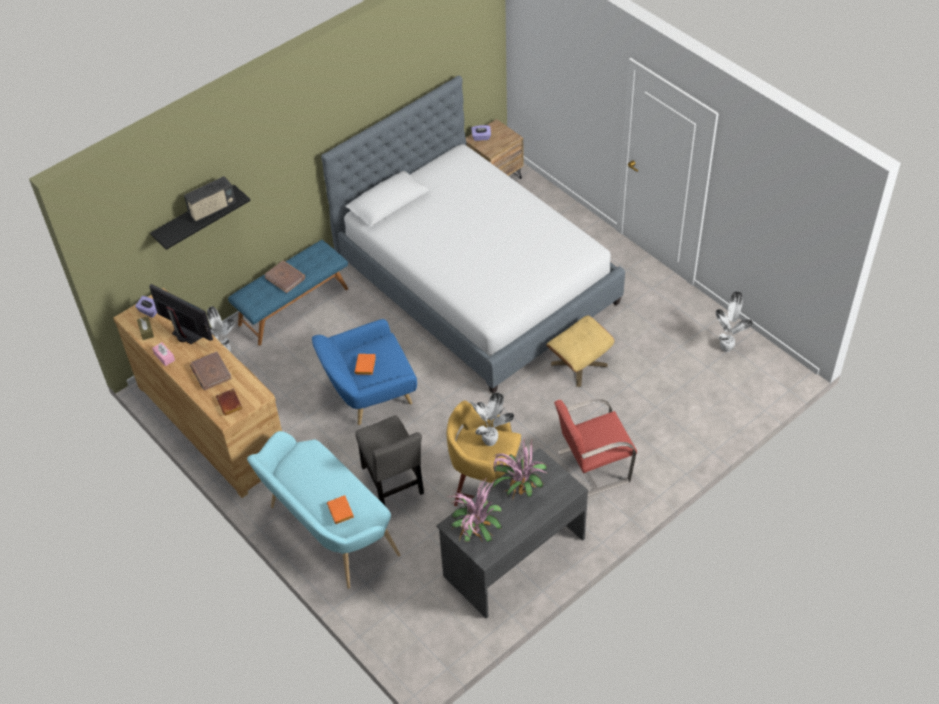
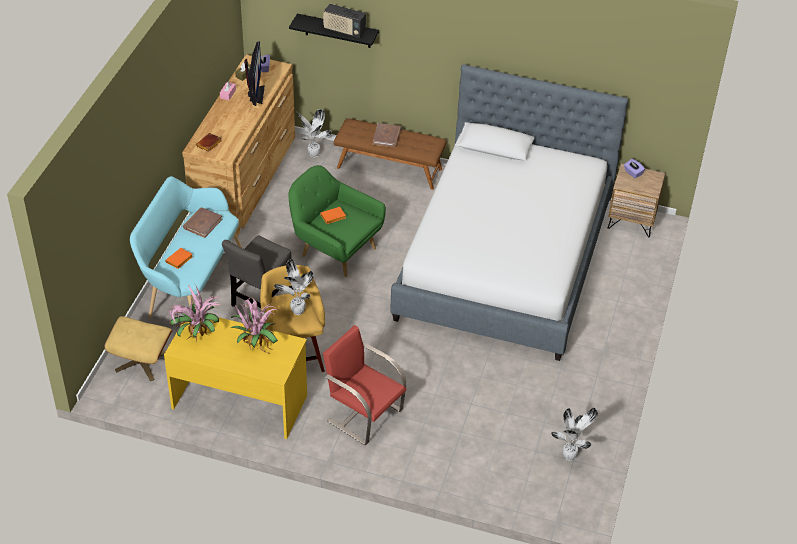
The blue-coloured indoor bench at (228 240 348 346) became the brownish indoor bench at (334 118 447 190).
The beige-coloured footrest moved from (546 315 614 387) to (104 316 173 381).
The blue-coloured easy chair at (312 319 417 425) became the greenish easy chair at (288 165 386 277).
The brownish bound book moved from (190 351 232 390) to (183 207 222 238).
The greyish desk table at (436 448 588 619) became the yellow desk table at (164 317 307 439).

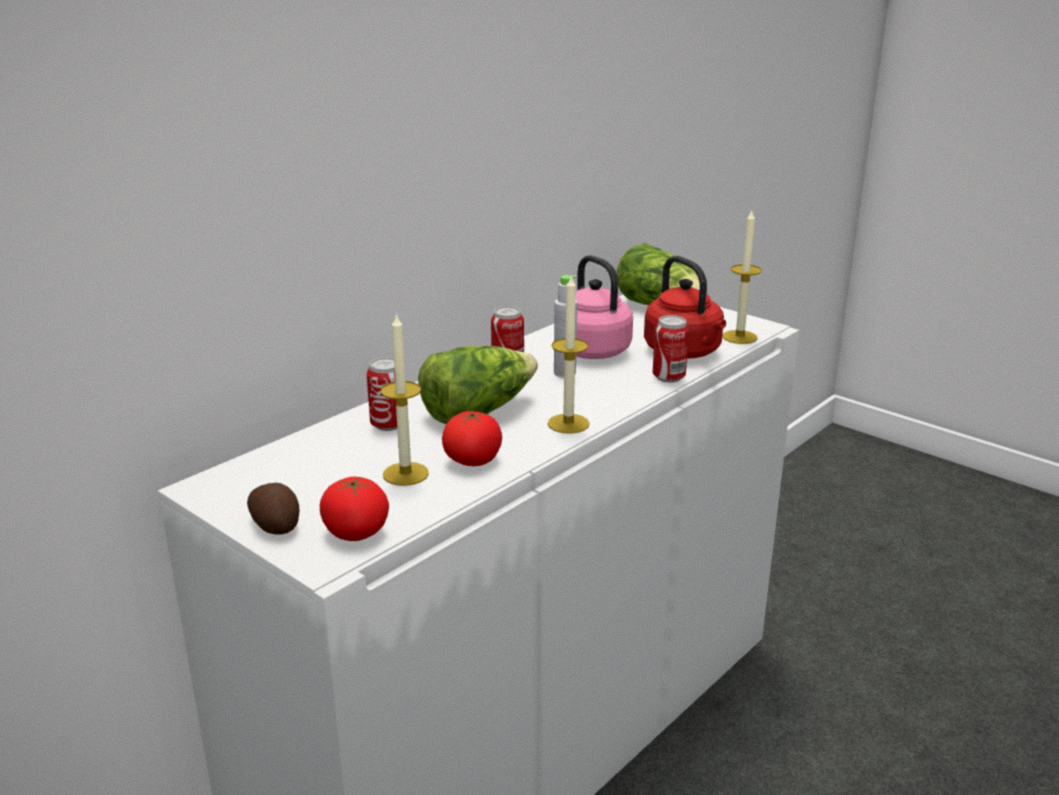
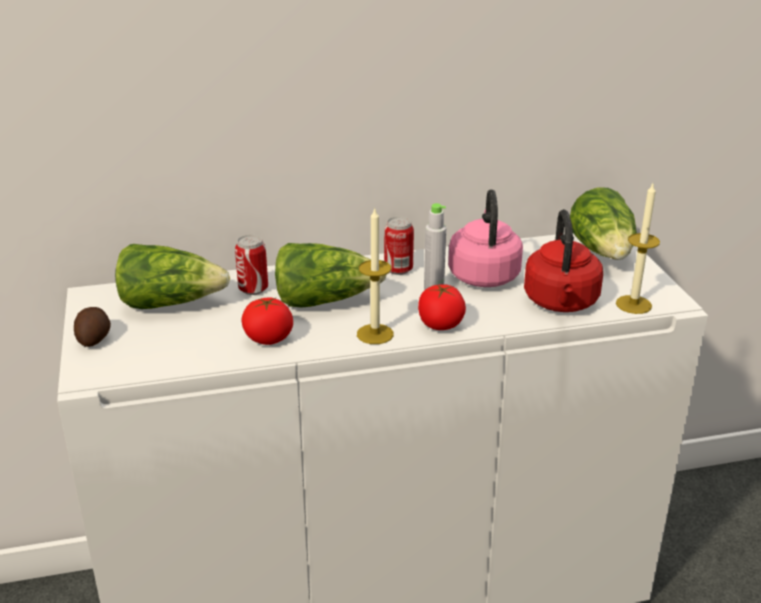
The candle at (381 313 429 486) disappeared.
The can at (653 315 689 383) disappeared.
The tomato moved from (320 477 389 541) to (418 284 466 330).
The lettuce head at (115 244 230 309) appeared.

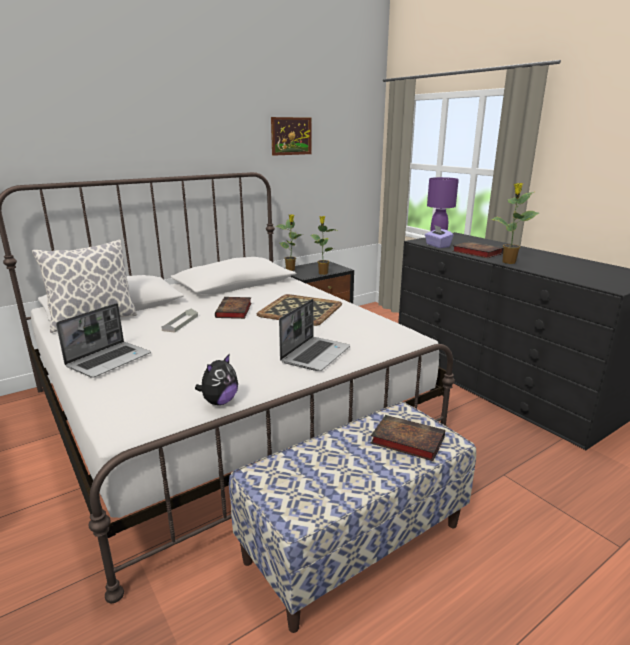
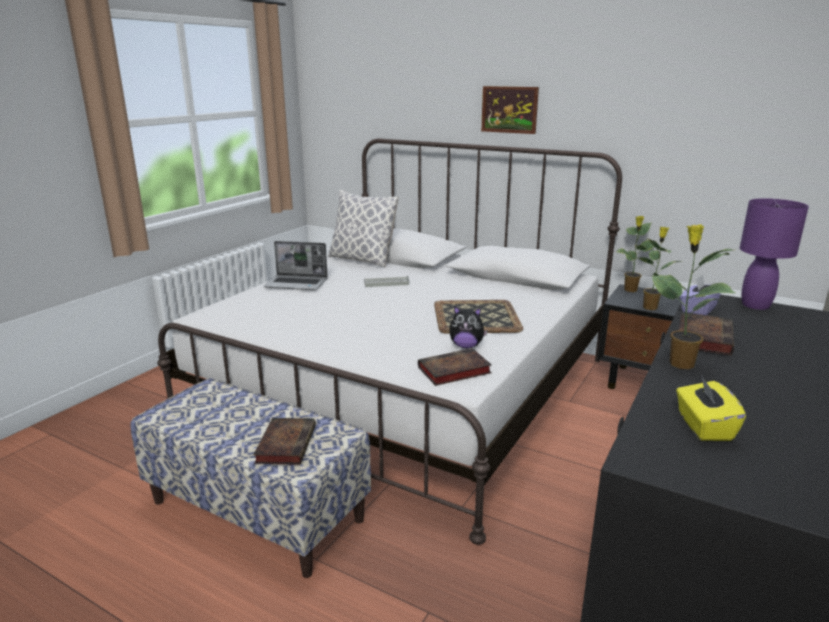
The wall art moved from (271 117 312 156) to (481 86 539 134).
The bound book moved from (215 297 251 319) to (418 348 492 386).
The laptop at (279 299 350 371) disappeared.
The soft toy moved from (195 353 238 405) to (449 306 488 348).
The yellow box of tissues at (676 375 746 441) appeared.

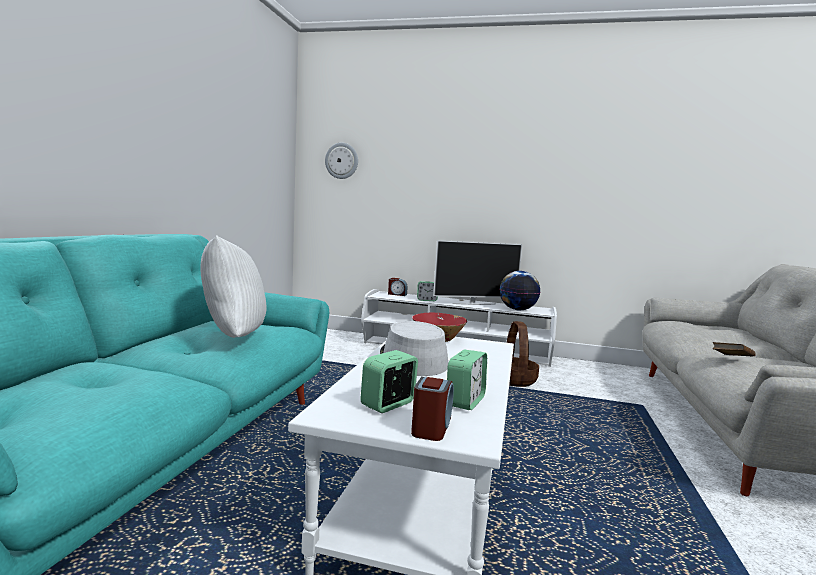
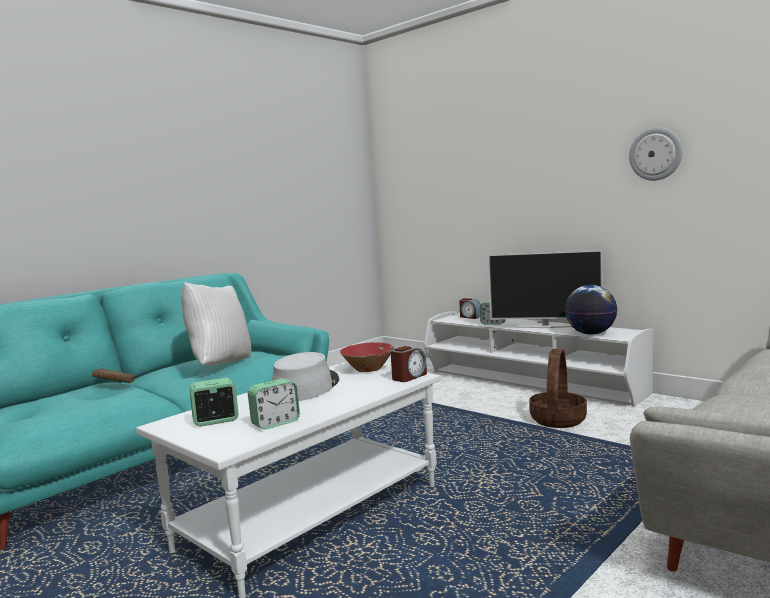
The wall clock moved from (325 143 358 179) to (629 127 682 181).
The brownish bound book moved from (713 342 756 356) to (92 368 136 383).
The alarm clock moved from (411 377 454 441) to (390 346 427 382).

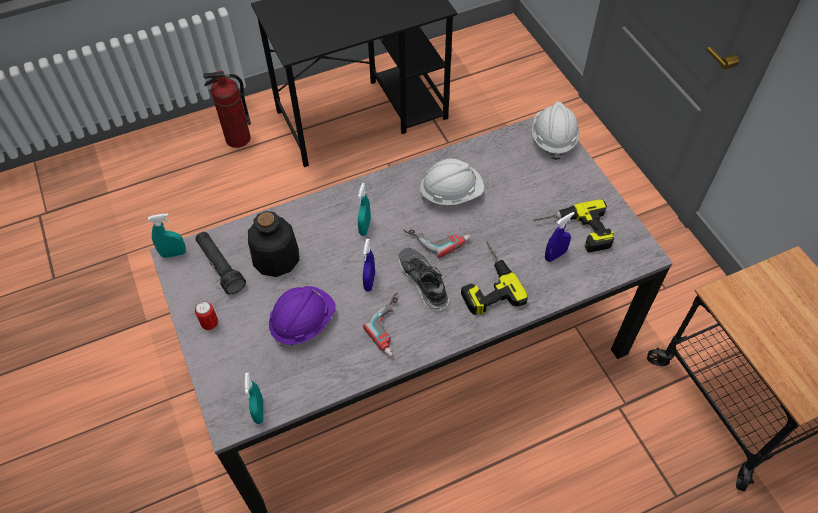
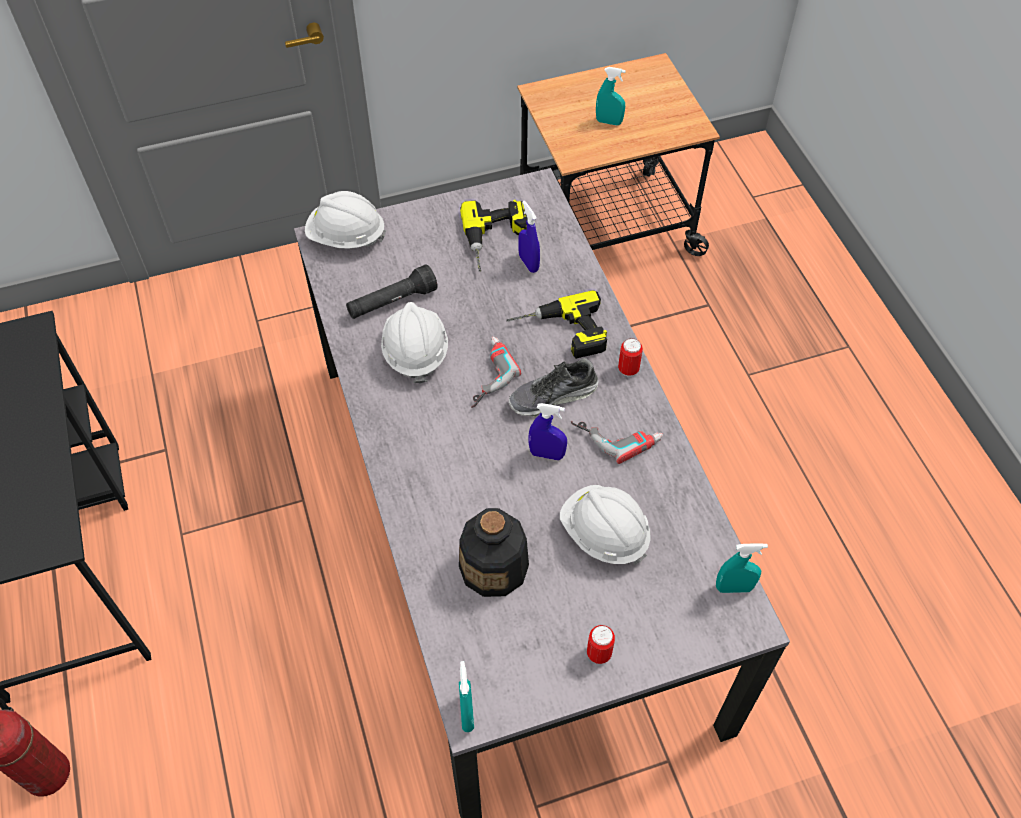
The blue-green hand sprayer moved from (358 183 371 236) to (596 67 626 125).
The black-coloured torch moved from (195 232 246 294) to (346 264 438 319).
The purplish hard hat at (269 286 336 348) became the white-coloured hard hat at (560 485 651 565).
The can at (618 338 643 376) appeared.

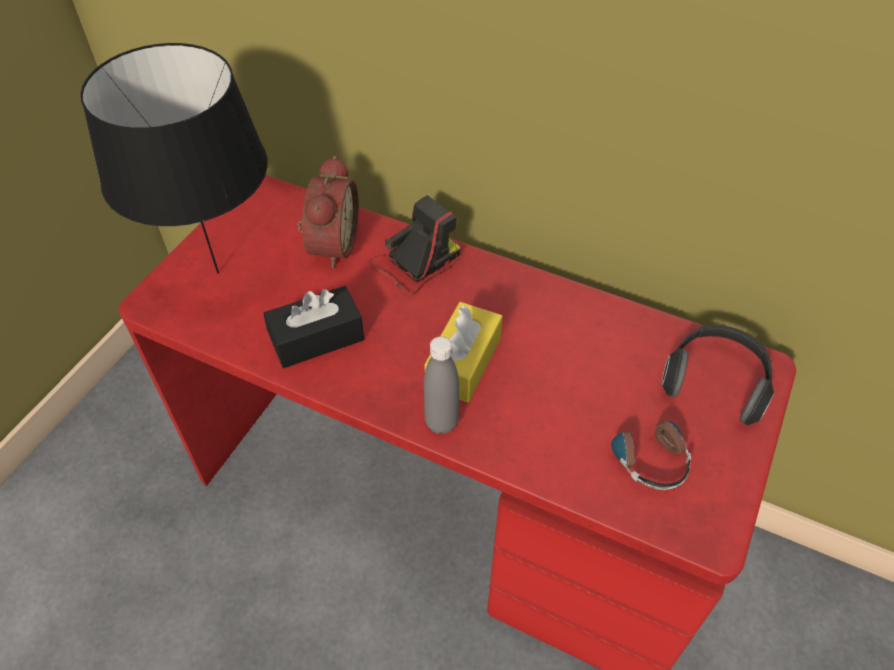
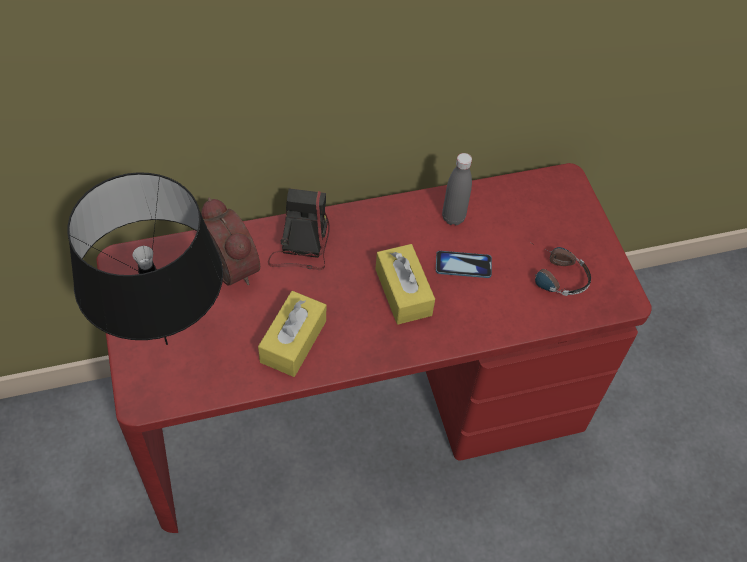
The black-coloured box of tissues at (263 286 364 368) became the yellow box of tissues at (258 291 326 377).
The headphones at (661 325 775 425) disappeared.
The greyish bottle moved from (424 336 459 434) to (442 153 472 225).
The phone at (436 251 492 278) appeared.

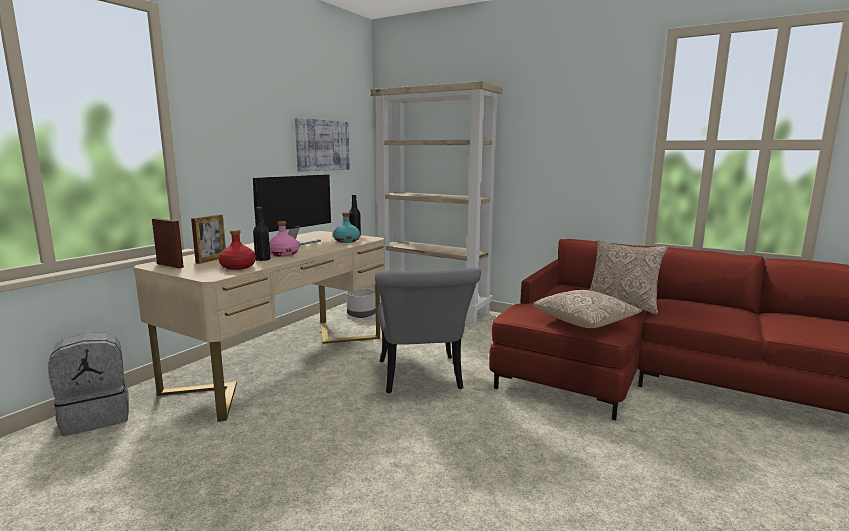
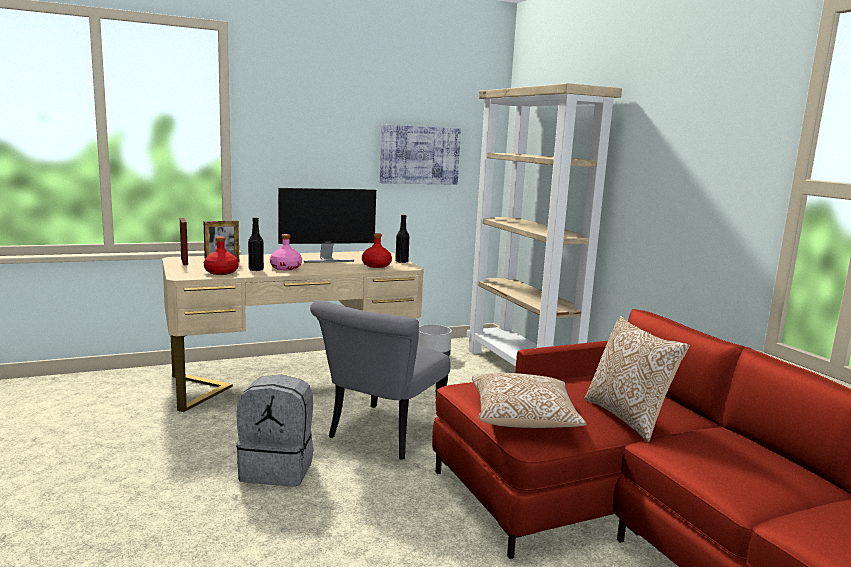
The blue-green bottle at (333 212 360 243) became the reddish bottle at (362 233 392 268).
The greyish knapsack moved from (48 333 129 436) to (236 375 313 486).

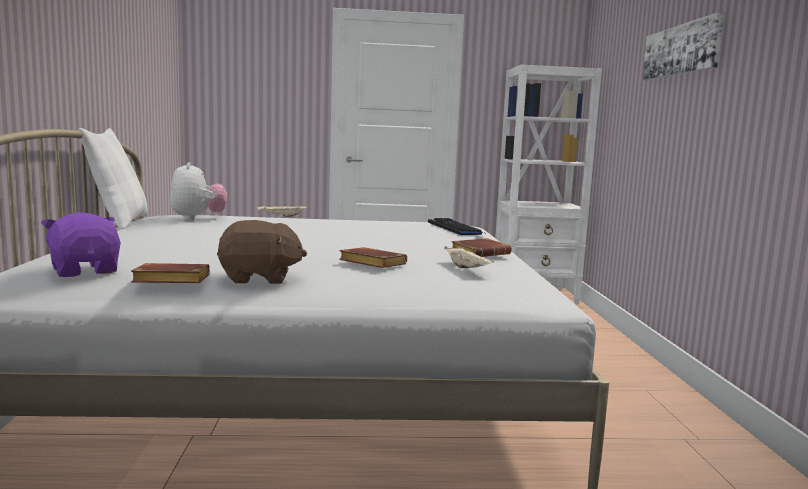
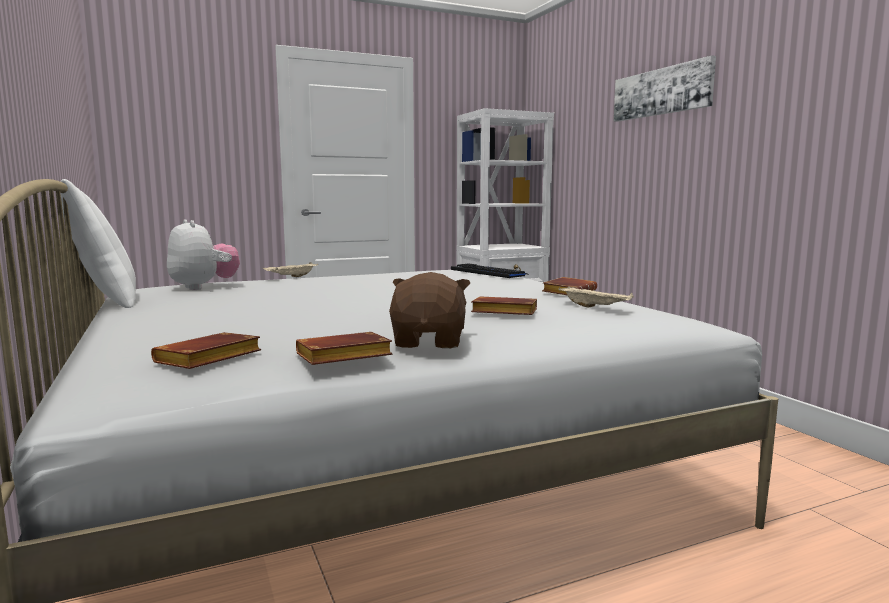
The purplish soft toy at (41 212 121 277) was replaced by the brownish bound book at (151 332 261 369).
The brownish soft toy at (217 220 307 284) turned 60 degrees counterclockwise.

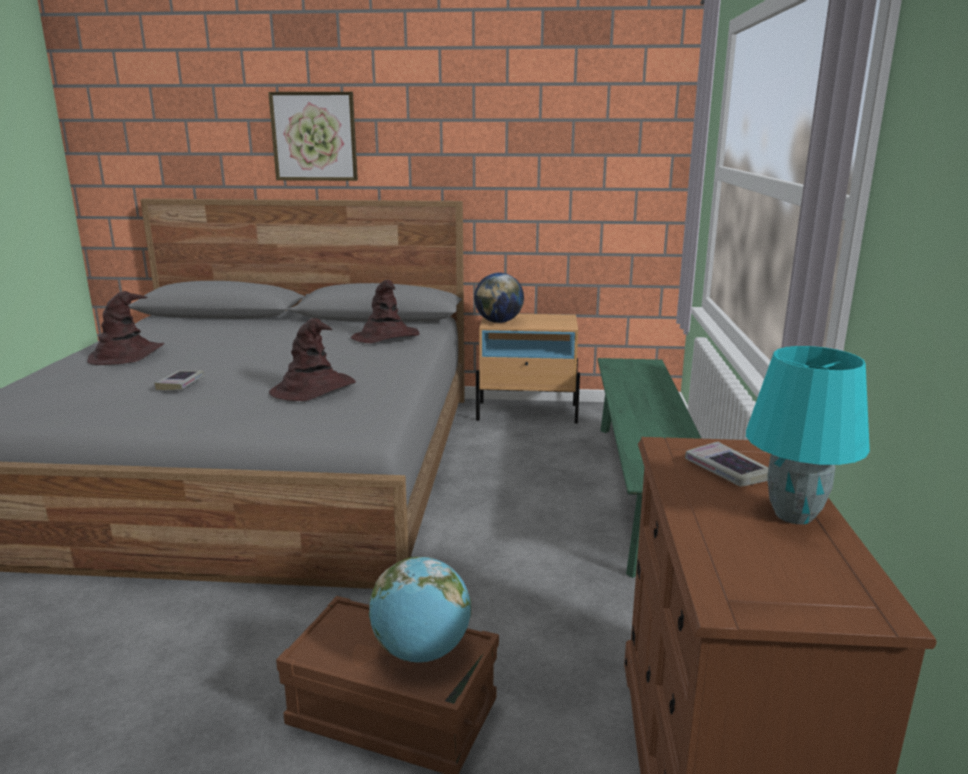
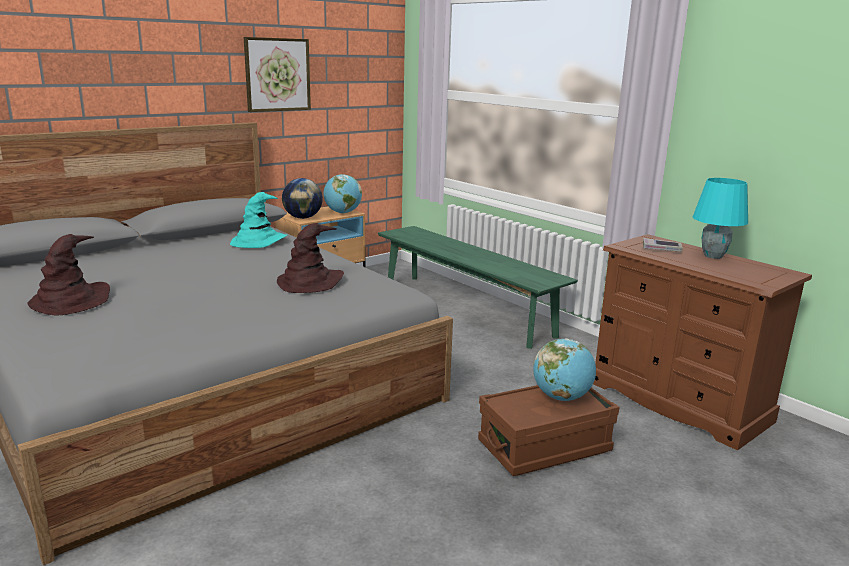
The wall art moved from (268 92 358 181) to (244 37 311 112).
The brownish clothing hat at (351 280 420 343) became the blue-green clothing hat at (230 192 287 248).
The bound book at (154 371 204 390) disappeared.
The globe at (324 174 362 213) appeared.

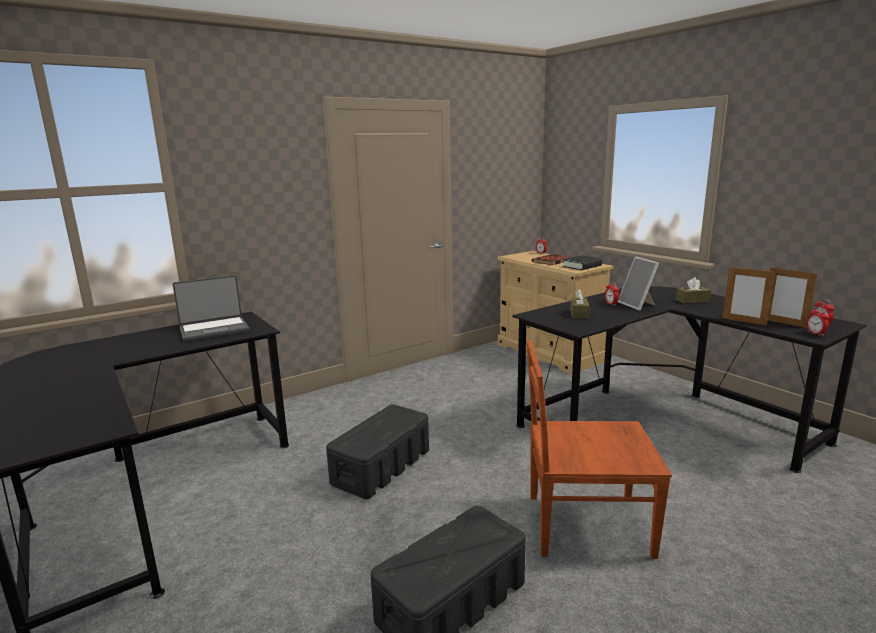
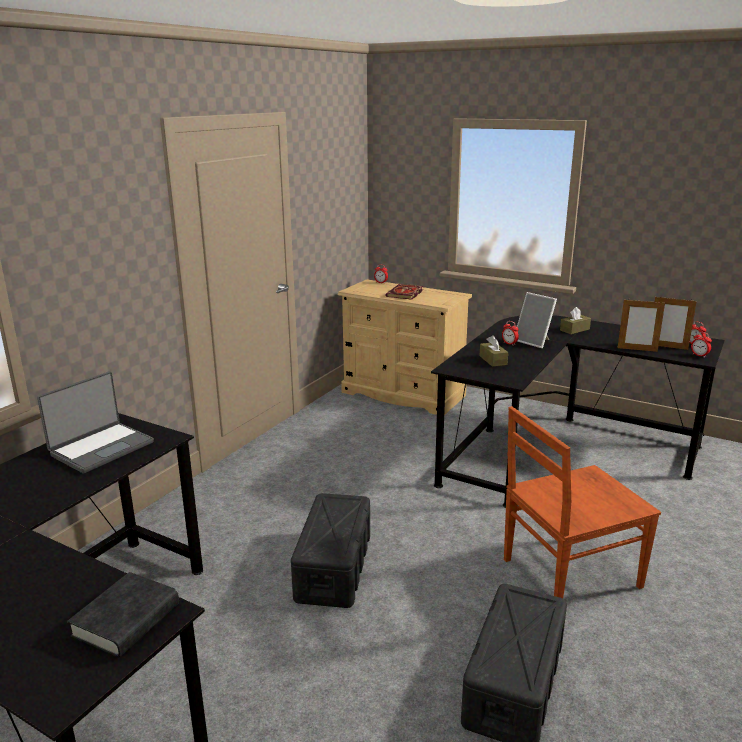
The black-coloured bound book moved from (563 255 602 270) to (67 572 179 658).

